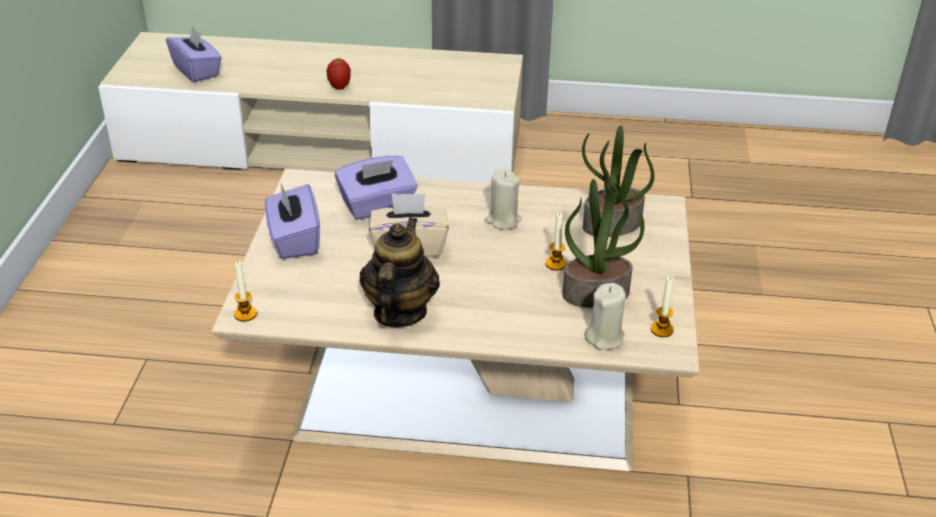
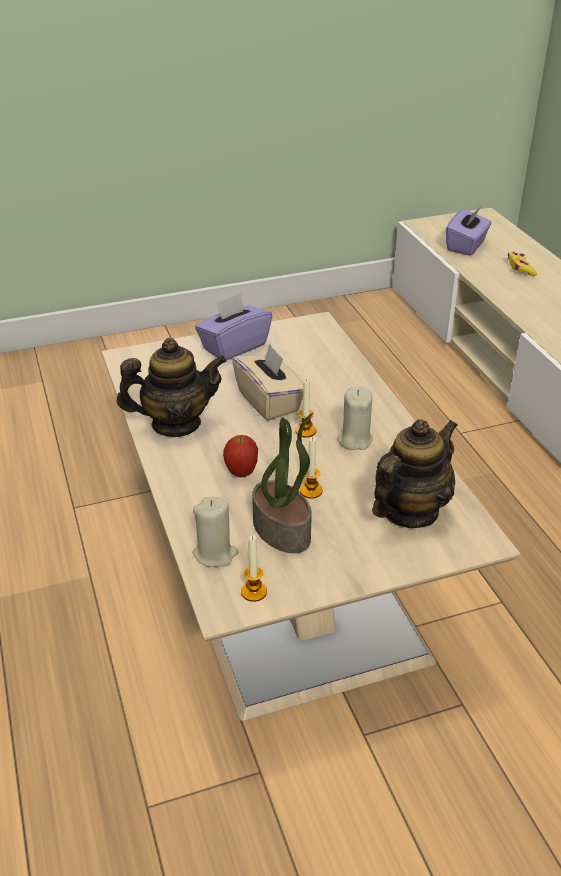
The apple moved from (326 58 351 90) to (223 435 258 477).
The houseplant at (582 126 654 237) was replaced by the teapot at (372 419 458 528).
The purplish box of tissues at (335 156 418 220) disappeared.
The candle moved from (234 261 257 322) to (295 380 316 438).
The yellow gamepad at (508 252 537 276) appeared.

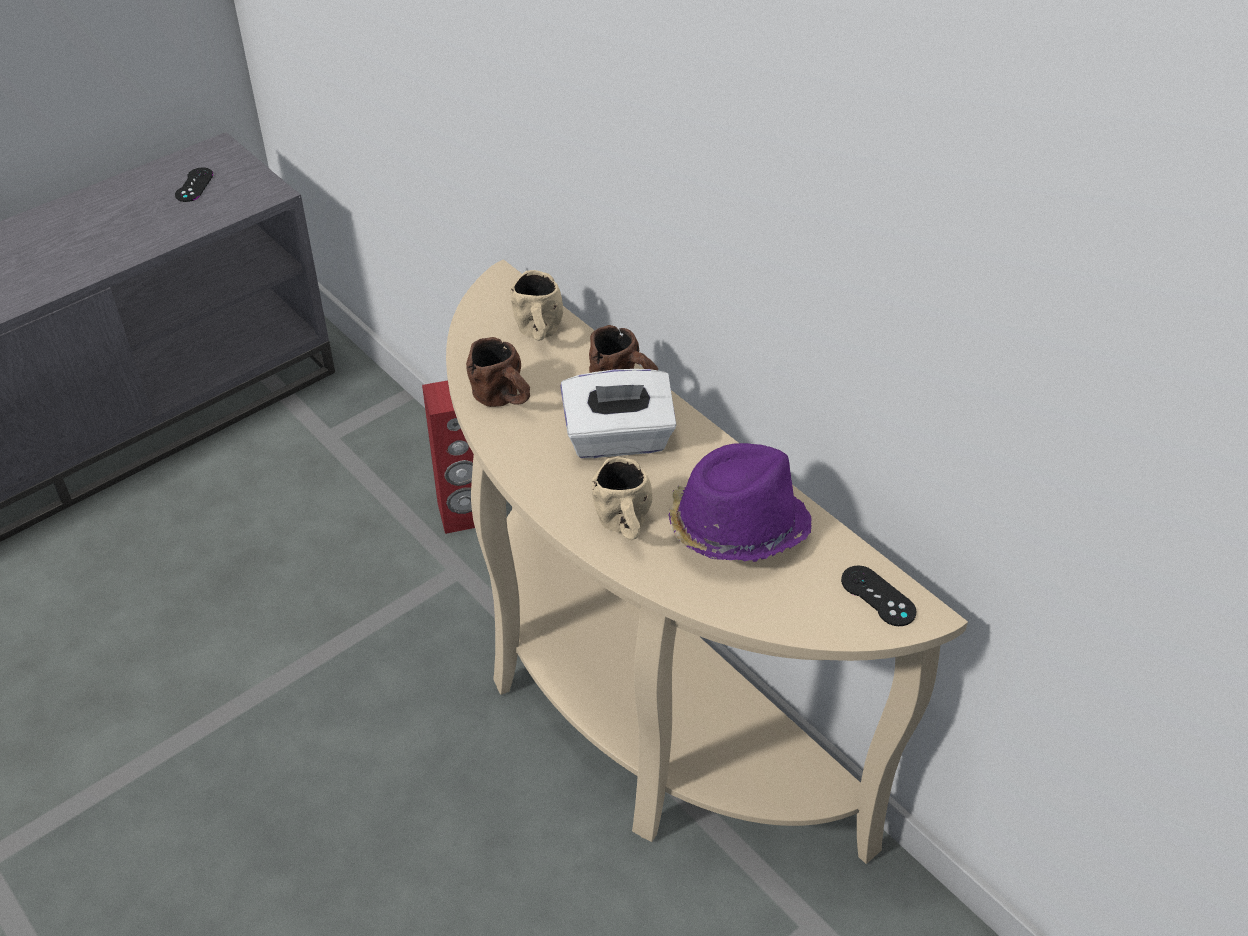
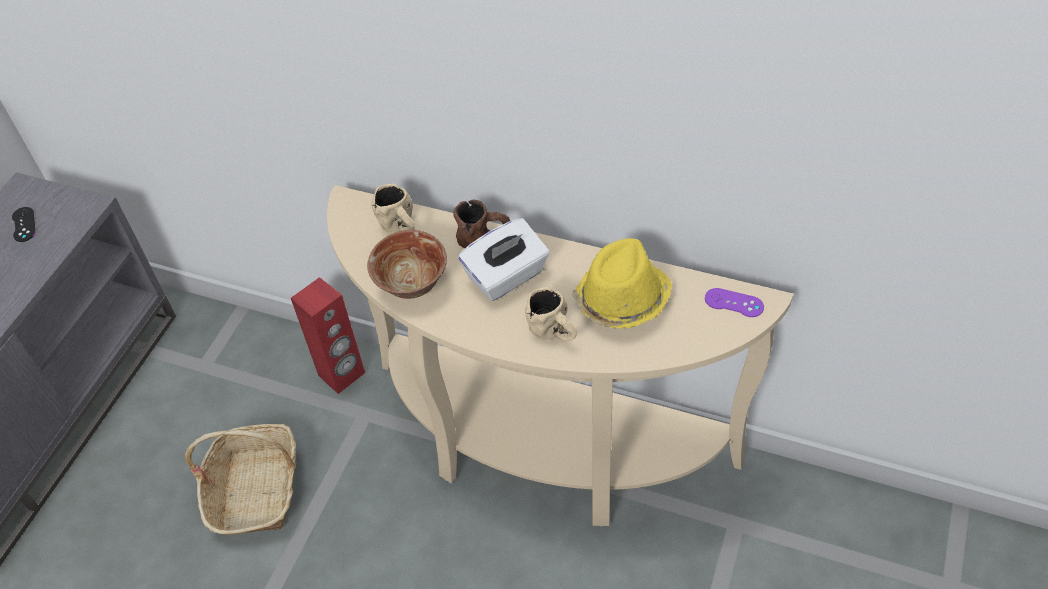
The brownish mug at (466 337 530 407) was replaced by the deep dish at (367 230 447 299).
The purplish clothing hat at (668 443 812 562) became the yellow clothing hat at (572 238 672 329).
The black-coloured gamepad at (841 566 917 626) became the purplish gamepad at (705 288 764 317).
The household basket at (185 424 296 535) appeared.

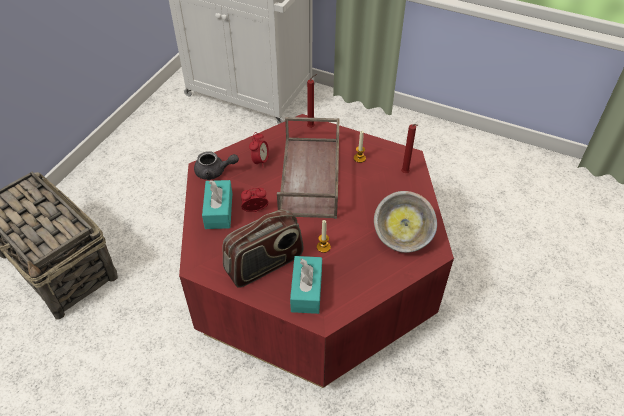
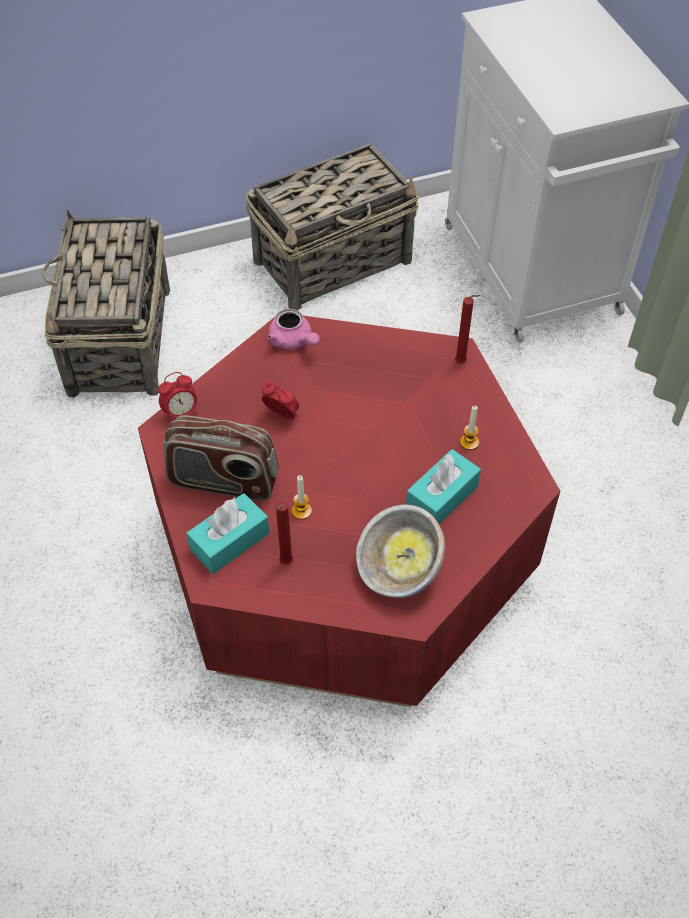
The brownish tray at (277 117 339 219) disappeared.
The reddish candle moved from (401 124 418 173) to (276 501 293 565).
The alarm clock moved from (249 132 269 166) to (158 372 197 421).
The greyish teapot at (194 151 239 180) became the pinkish teapot at (267 309 320 350).
The blue-green box of tissues moved from (202 180 232 229) to (406 449 481 524).
The household basket at (245 144 419 310) appeared.

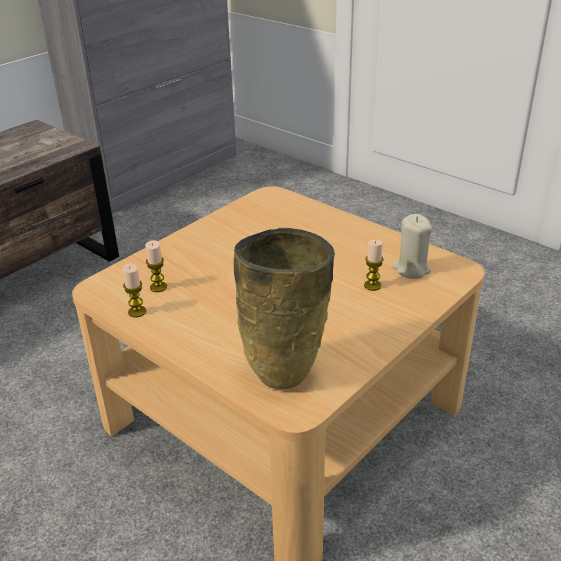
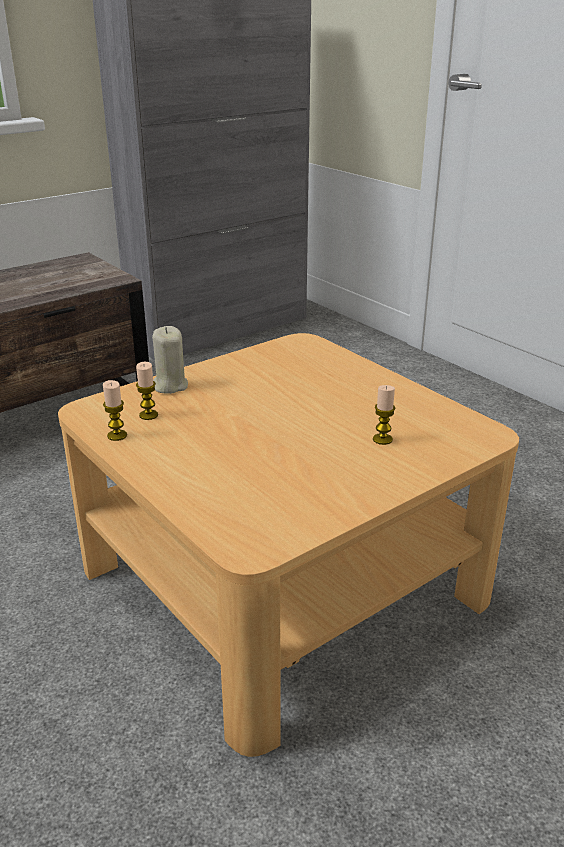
The beige-coloured candle moved from (392 214 432 279) to (152 326 188 394).
The beige-coloured vase at (234 228 335 389) disappeared.

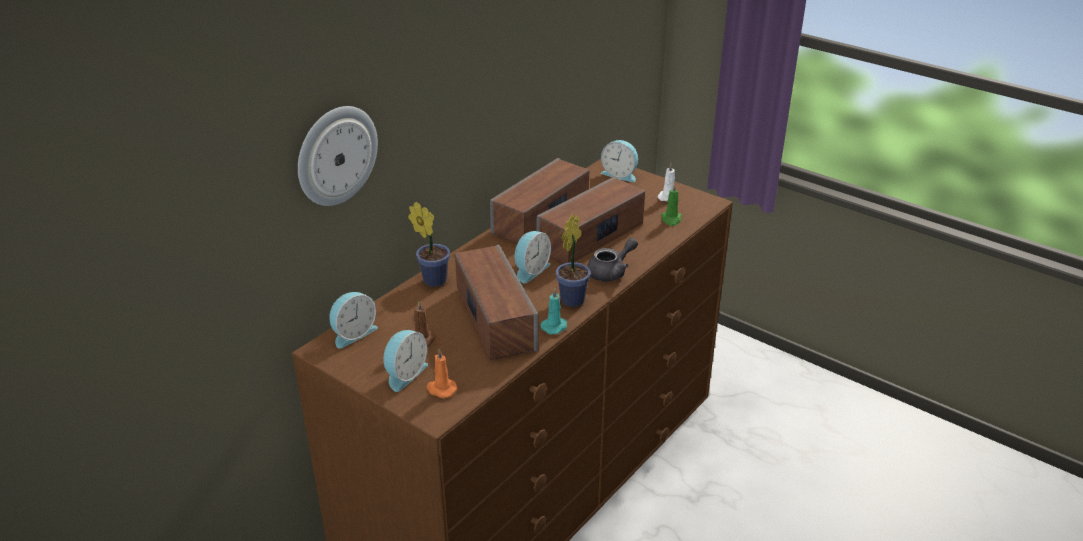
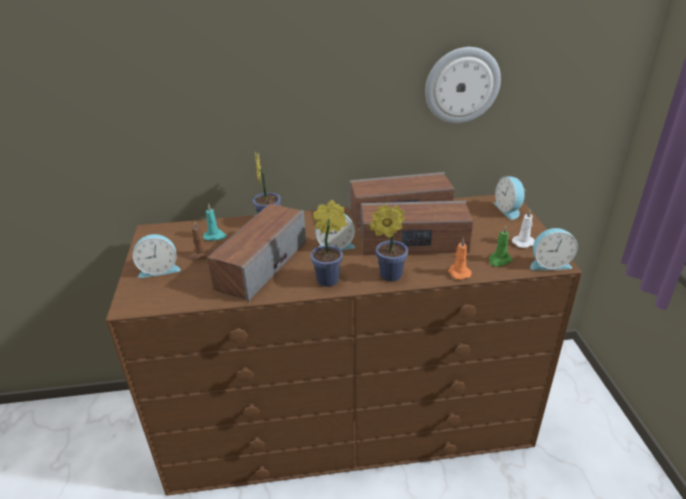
The wall clock moved from (298 106 378 206) to (425 47 501 123).
The greyish teapot at (587 238 638 281) was replaced by the houseplant at (370 204 408 282).
The blue-green candle moved from (541 288 567 335) to (203 203 227 241).
The alarm clock moved from (329 292 378 349) to (530 228 578 270).
The orange-coloured candle moved from (427 349 457 398) to (448 237 472 280).

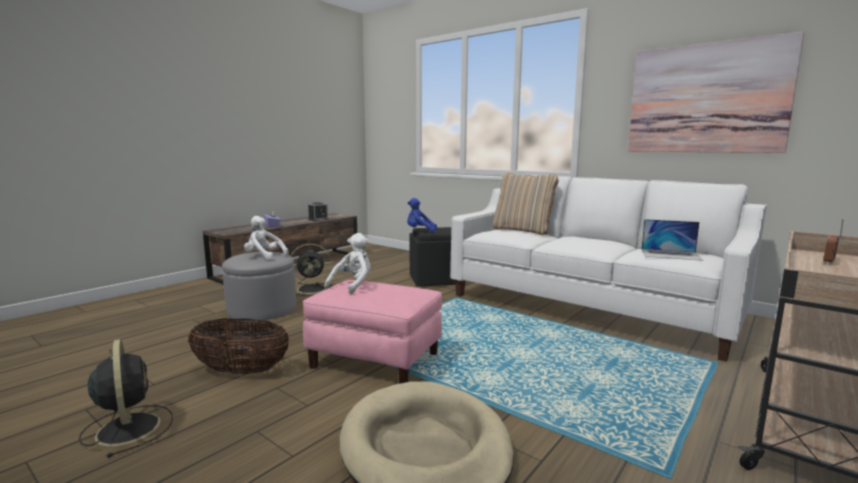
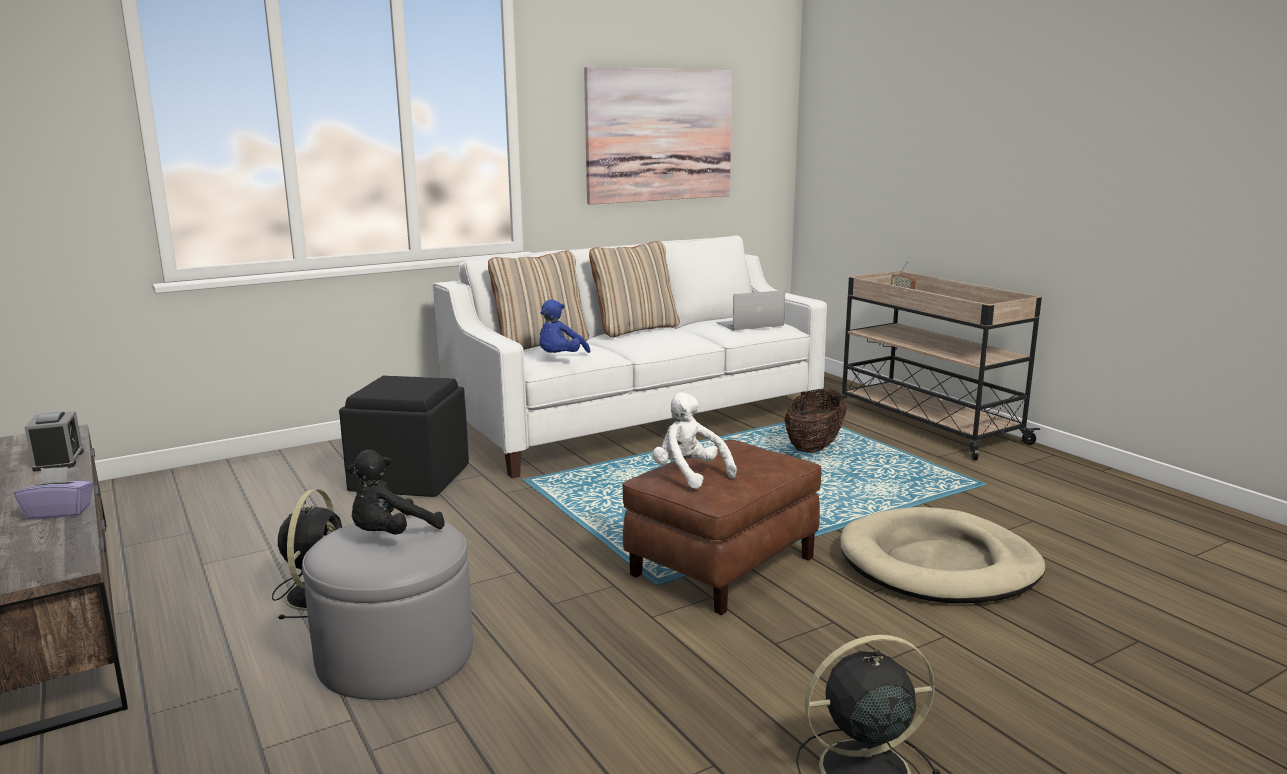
The blue-coloured soft toy moved from (407 198 437 233) to (539 299 590 353).
The white-coloured soft toy at (244 216 288 260) became the black-coloured soft toy at (347 450 445 535).
The laptop at (641 219 703 261) turned 150 degrees counterclockwise.
The pinkish footrest at (303 280 442 384) became the brownish footrest at (622 439 821 615).
The household basket moved from (188 318 289 374) to (784 389 846 453).
The beige-coloured pillow at (589 241 680 338) appeared.

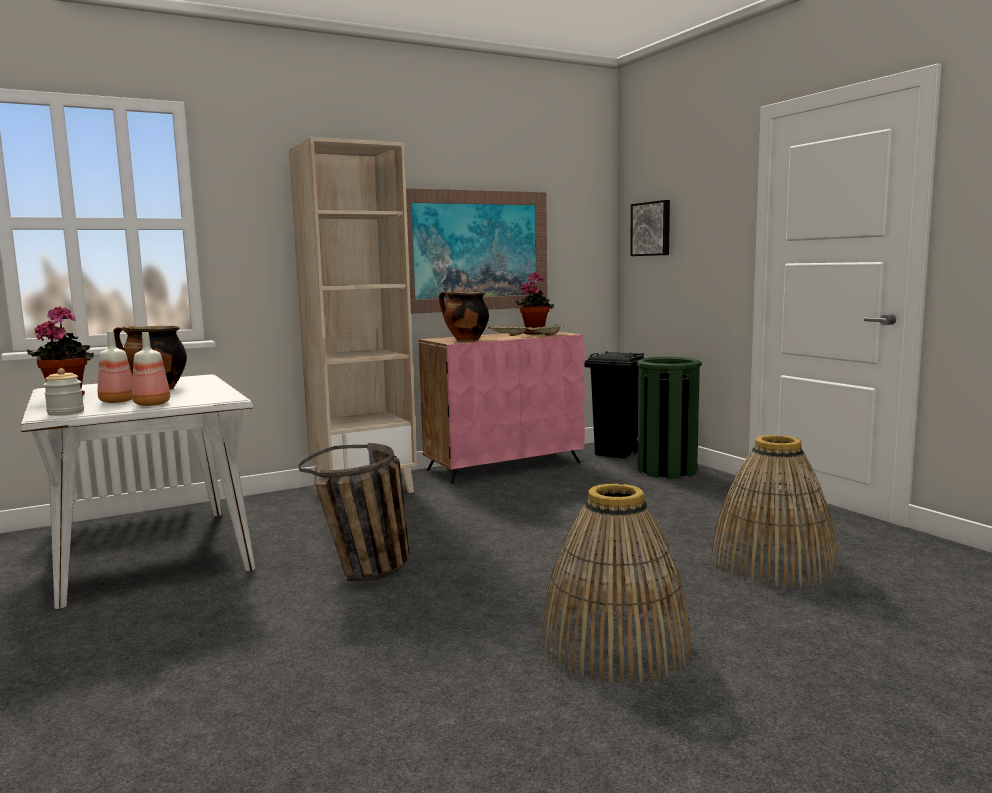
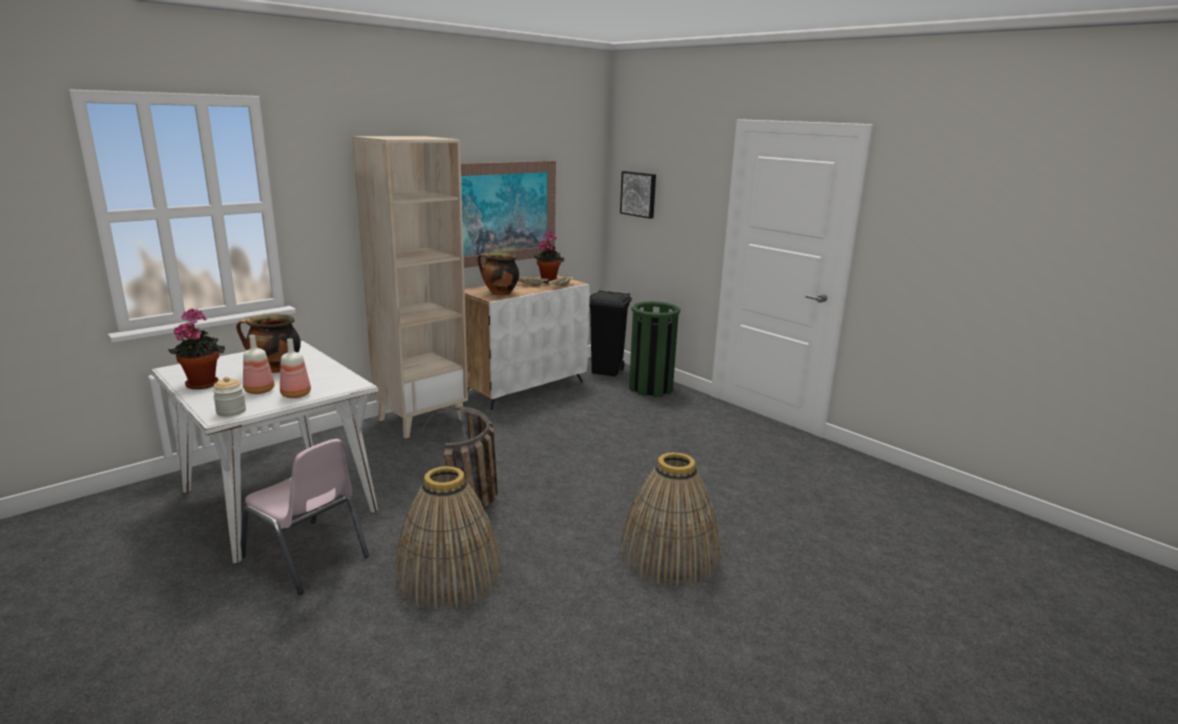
The pinkish cabinet at (419 332 585 484) became the white-coloured cabinet at (465 275 590 410).
The household basket moved from (711 435 838 588) to (394 466 502 610).
The pinkish chair at (241 439 369 595) appeared.

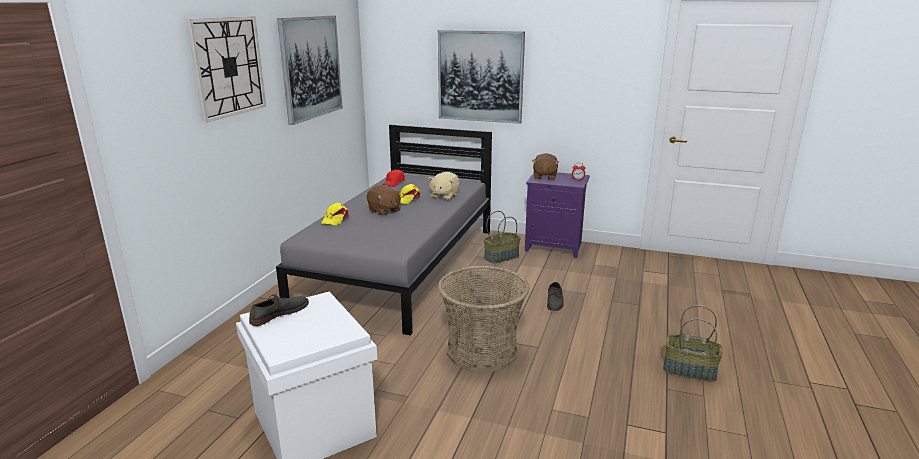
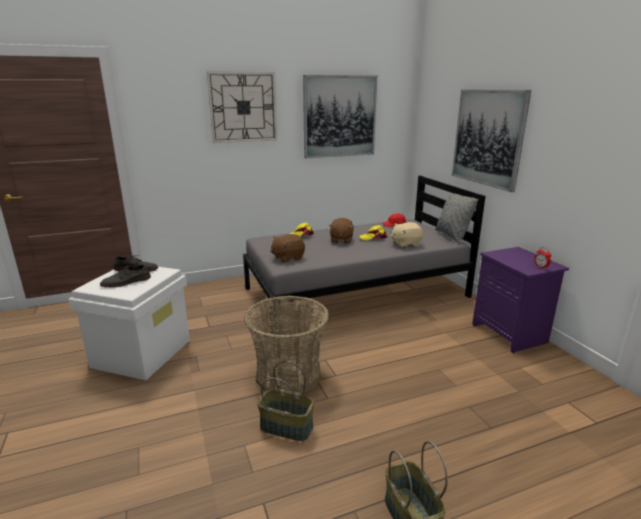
The brownish soft toy moved from (532 153 559 180) to (270 234 305 263).
The household basket moved from (484 211 521 264) to (257 361 314 441).
The greyish shoe moved from (547 282 563 311) to (100 265 151 288).
The greyish pillow at (435 193 478 244) appeared.

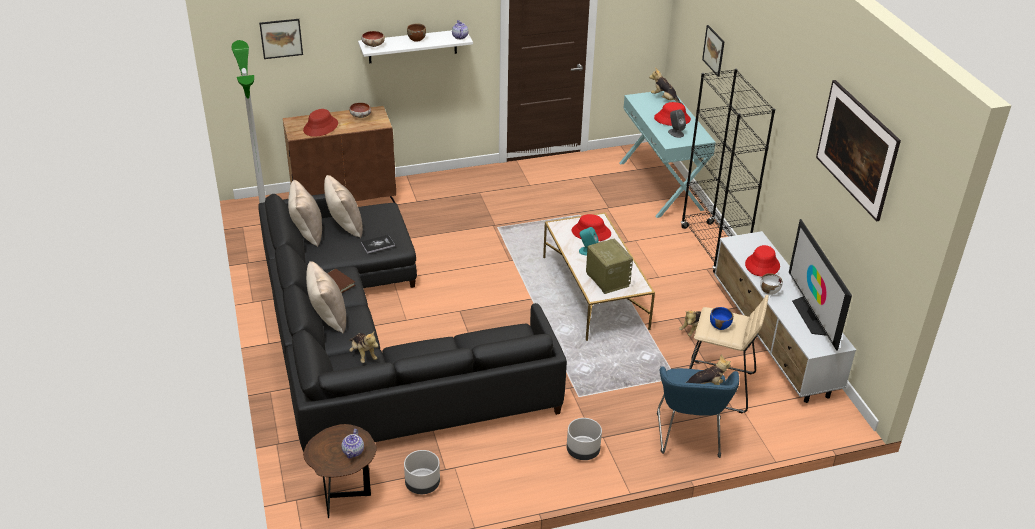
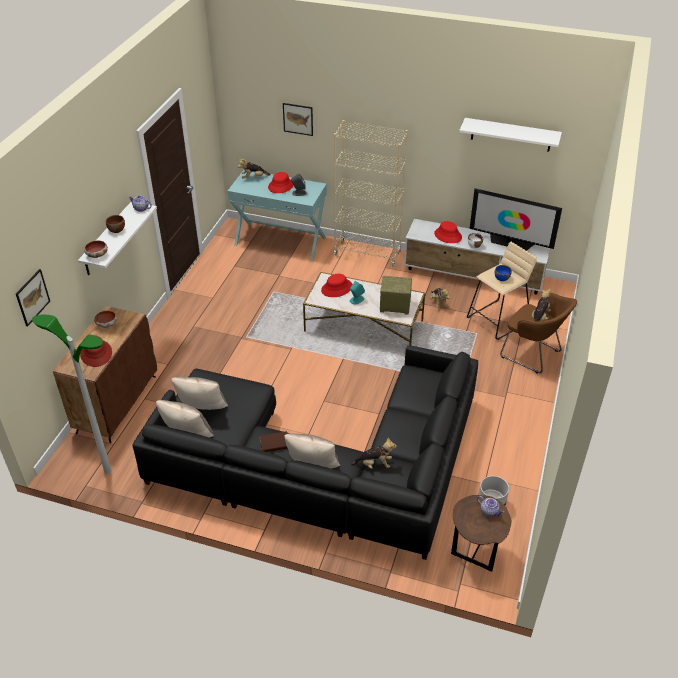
The black-coloured bookcase at (681 69 775 273) became the beige-coloured bookcase at (334 120 408 267).
The wall art at (816 80 901 222) was replaced by the white-coloured wall shelf at (459 118 562 151).
The bound book at (361 235 395 254) disappeared.
The blue-coloured easy chair at (657 366 739 458) became the brownish easy chair at (500 293 577 374).
The greyish flower pot at (567 418 602 460) disappeared.

